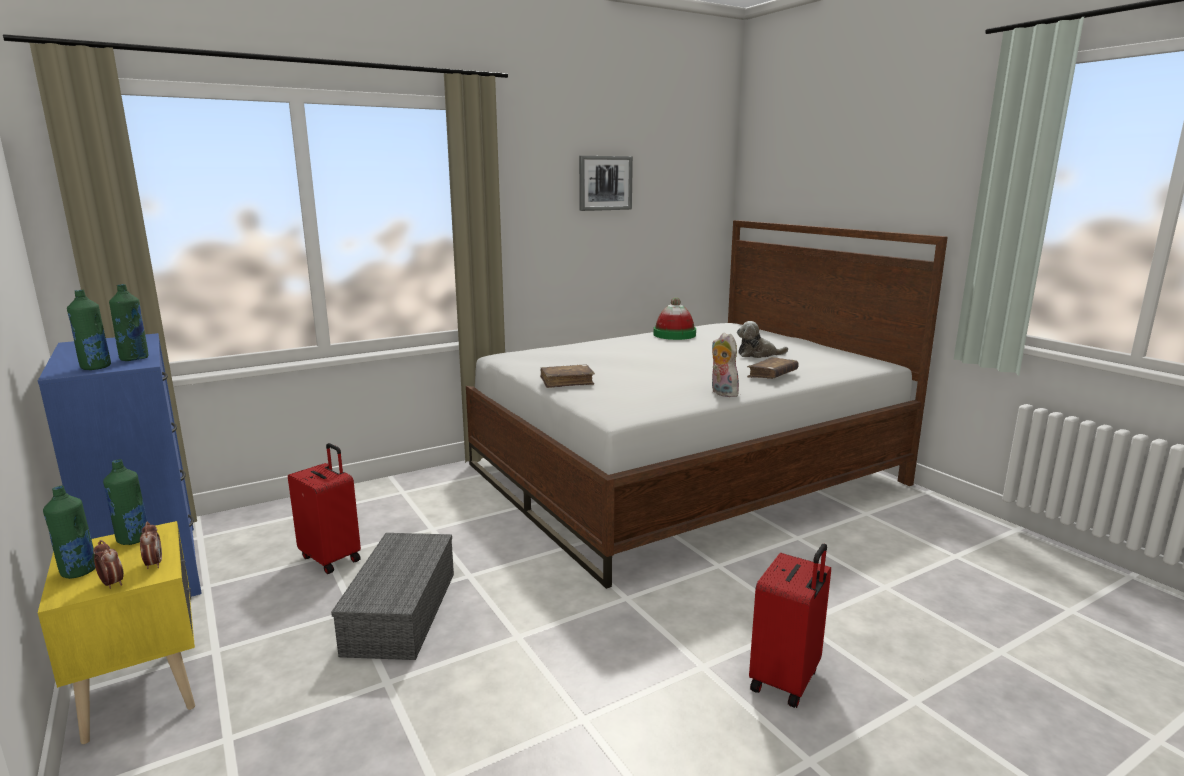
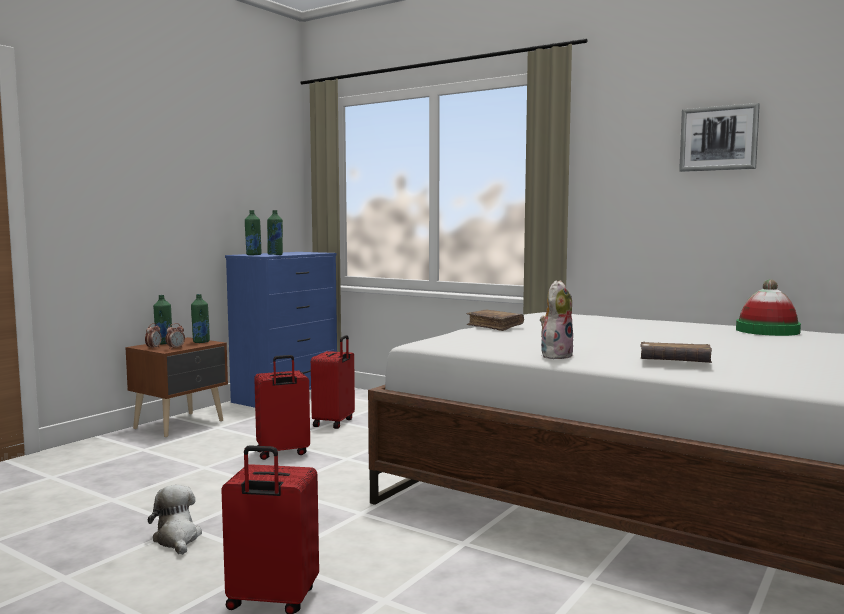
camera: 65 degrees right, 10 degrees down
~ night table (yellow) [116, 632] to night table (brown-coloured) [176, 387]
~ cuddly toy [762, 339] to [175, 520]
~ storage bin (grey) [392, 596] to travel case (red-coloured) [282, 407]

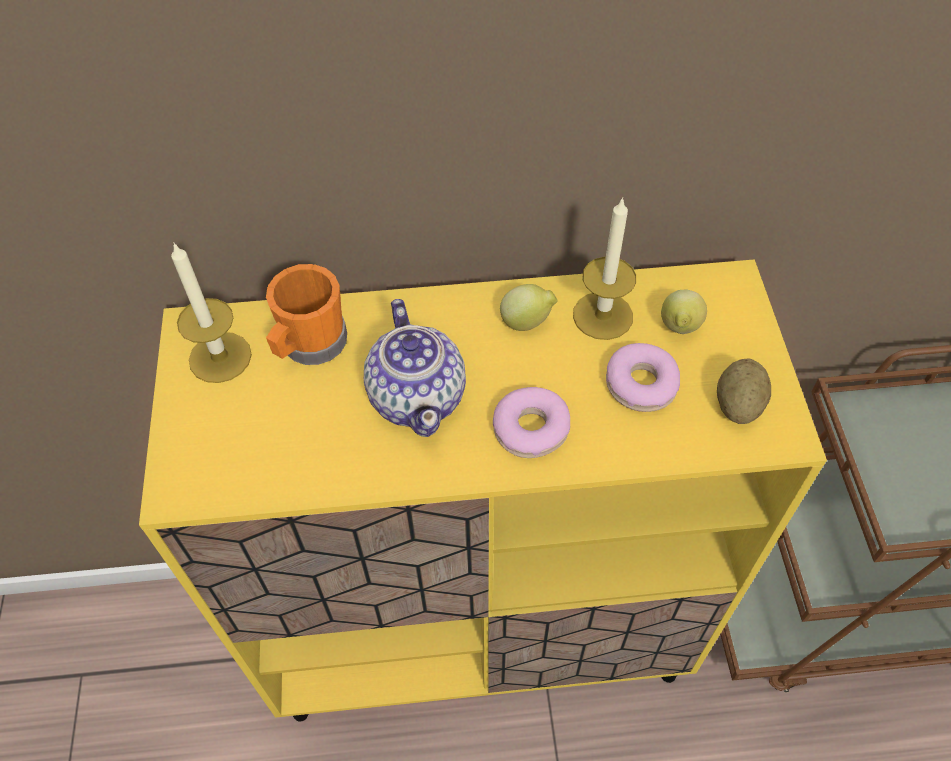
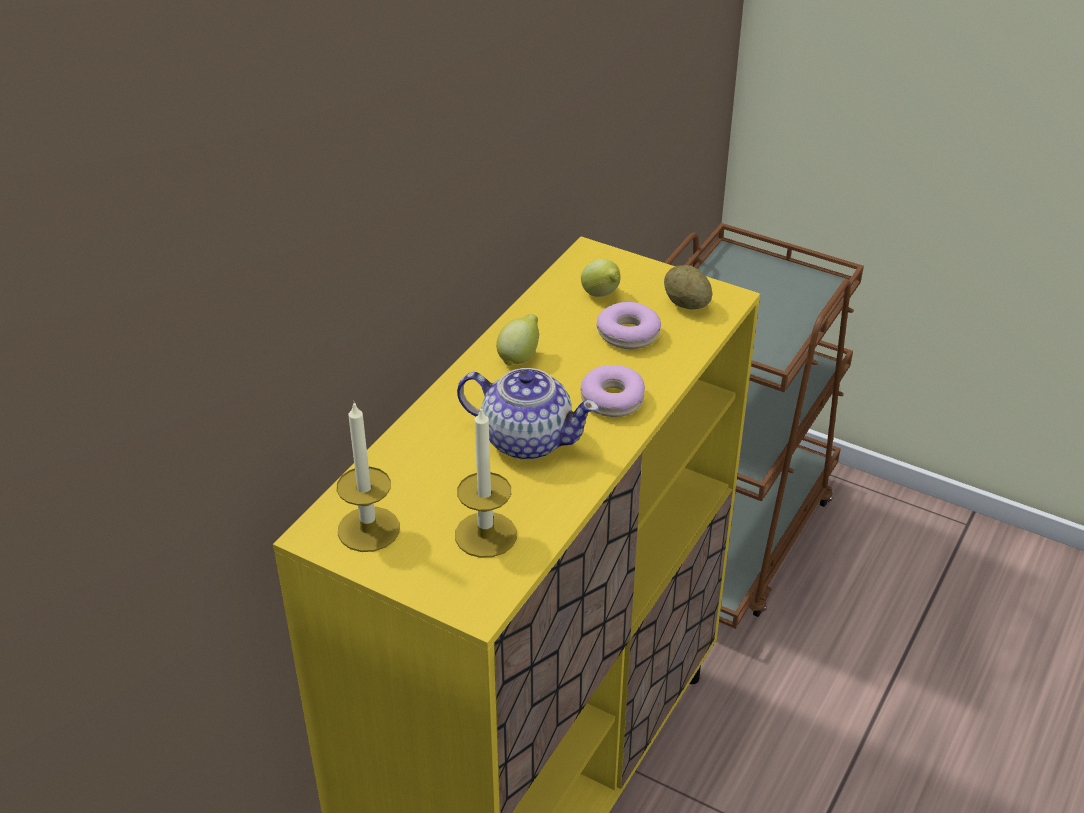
camera: 55 degrees left, 15 degrees down
~ candle [604, 268] to [486, 482]
- coffee mug (orange) [306, 314]

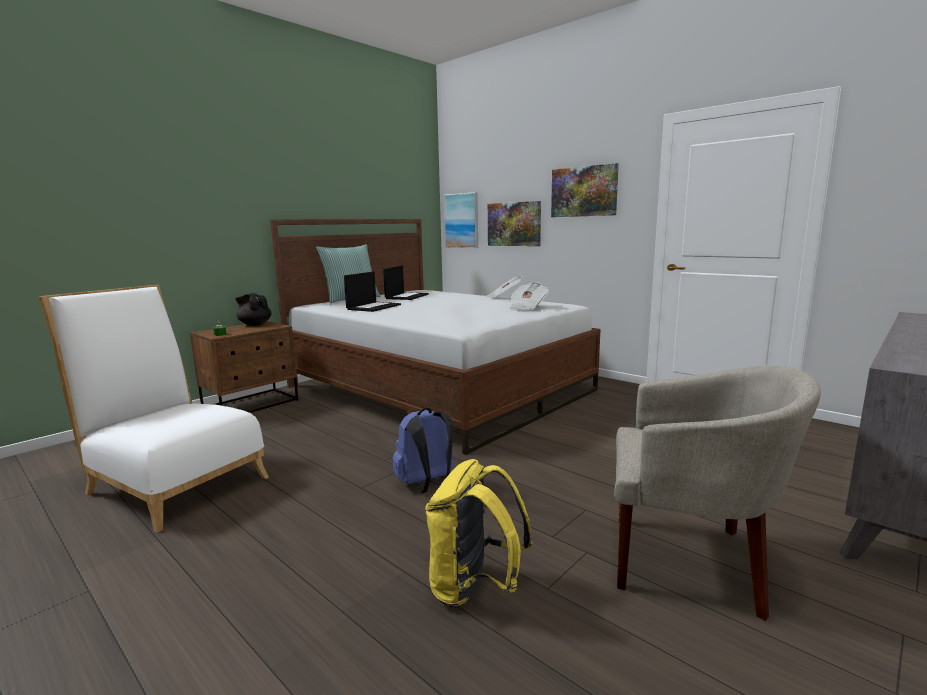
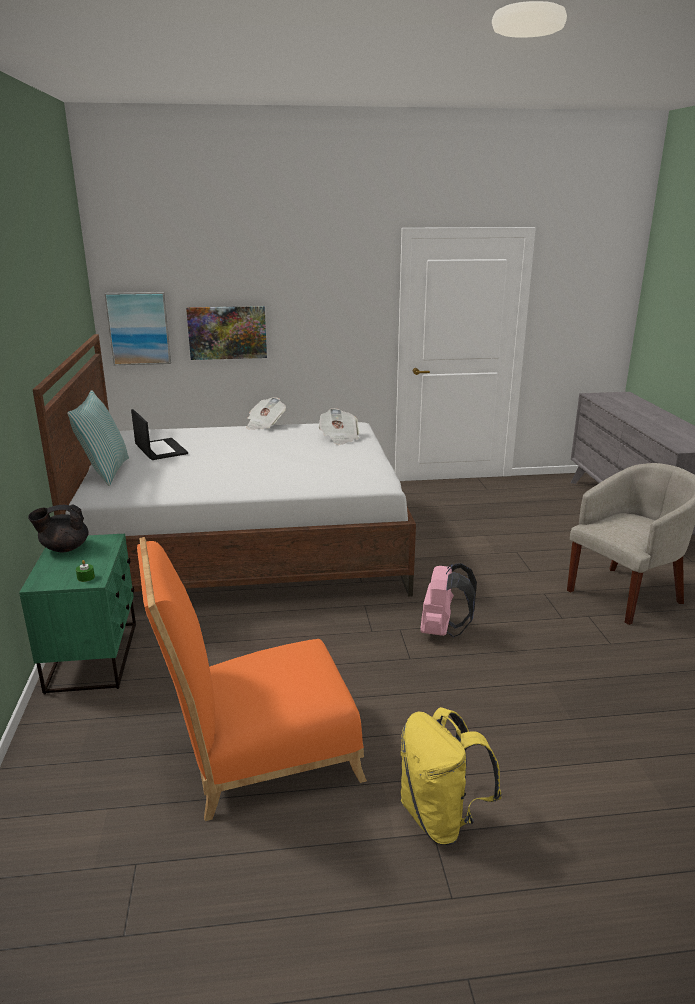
camera: 50 degrees left, 10 degrees up
~ night table (brown-coloured) [244, 367] to night table (green-coloured) [77, 614]
~ plain chair (white-coloured) [153, 409] to plain chair (orange) [252, 679]
~ backpack (yellow) [479, 533] to [451, 776]
~ backpack (blue-coloured) [423, 450] to backpack (pink-coloured) [448, 600]
- notebook computer [372, 291]
- wall picture [585, 190]

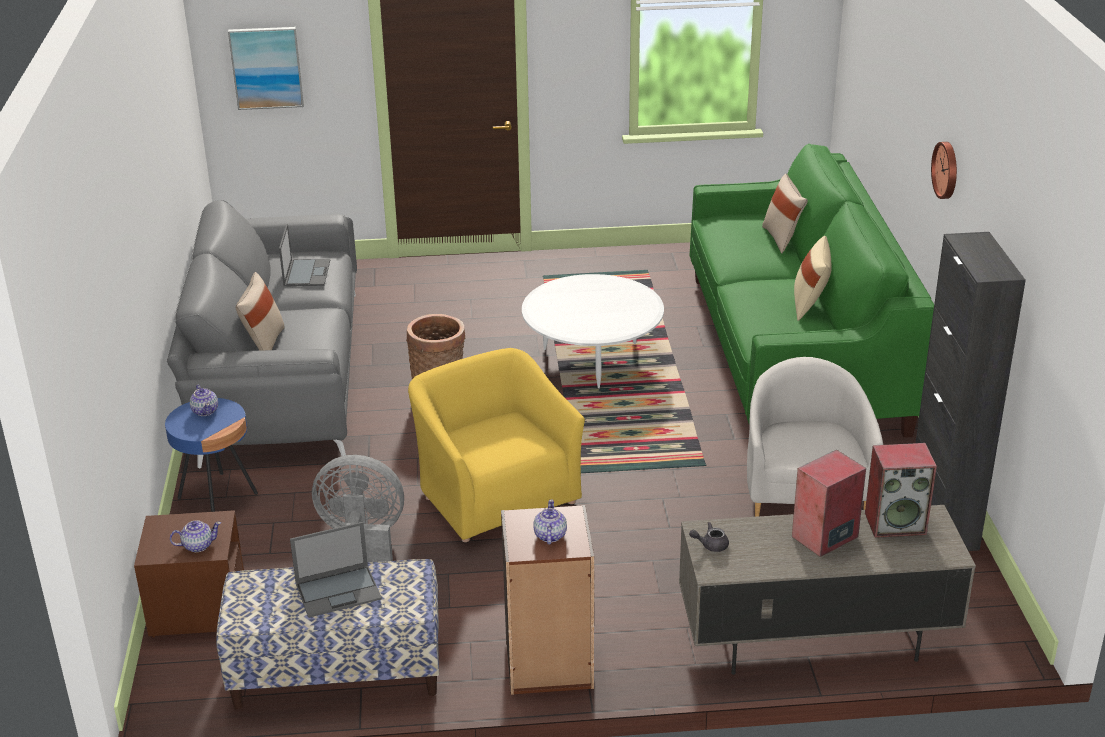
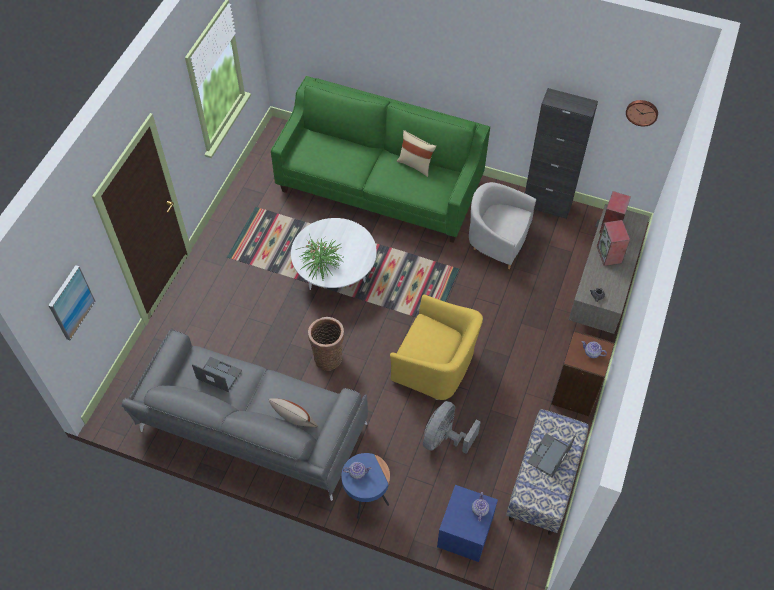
camera: 65 degrees left, 25 degrees up
+ plant in a pot [320, 257]
~ lounge chair (yellow) [496, 445] = [436, 347] 150 degrees counterclockwise
~ night table (brown-coloured) [189, 573] to night table (blue-coloured) [467, 523]
~ notebook computer [336, 570] = [551, 455] 150 degrees counterclockwise
~ clock on the wall [944, 170] to [642, 113]
- throw pillow (beige-coloured) [785, 214]

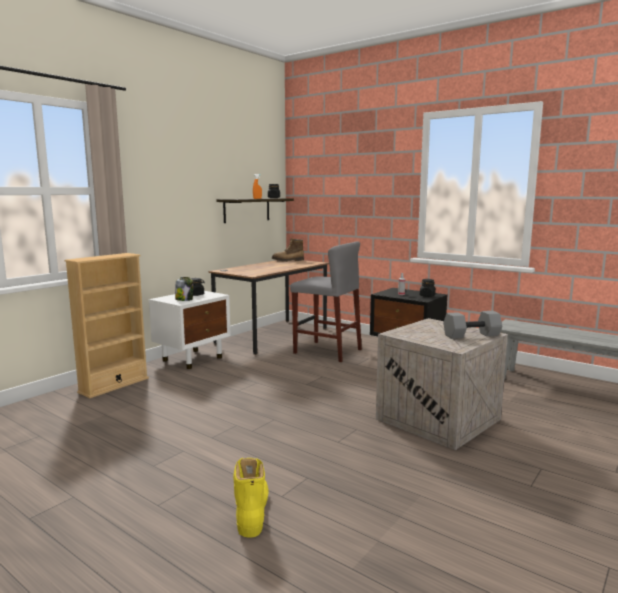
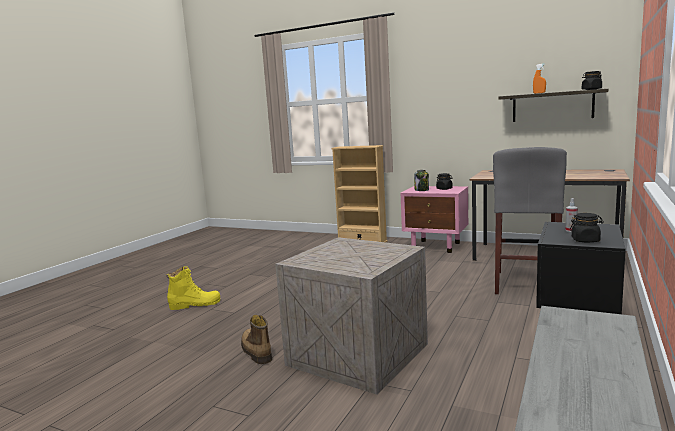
camera: 80 degrees right, 0 degrees up
~ high-top boot [288, 250] to [256, 339]
~ night table (white-coloured) [190, 330] to night table (pink-coloured) [434, 219]
- dumbbell (grey) [472, 325]

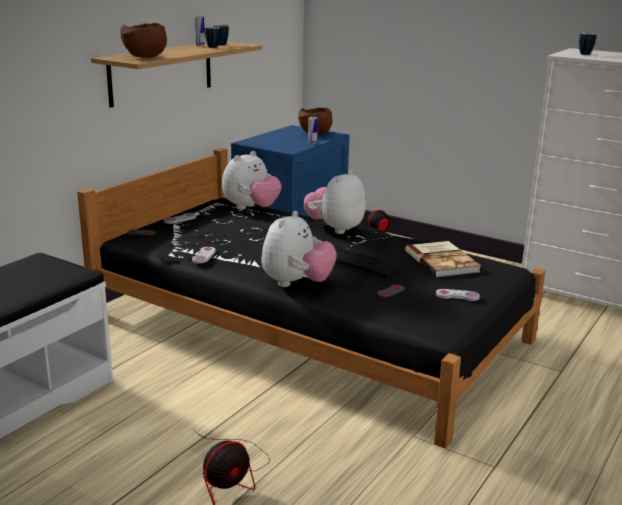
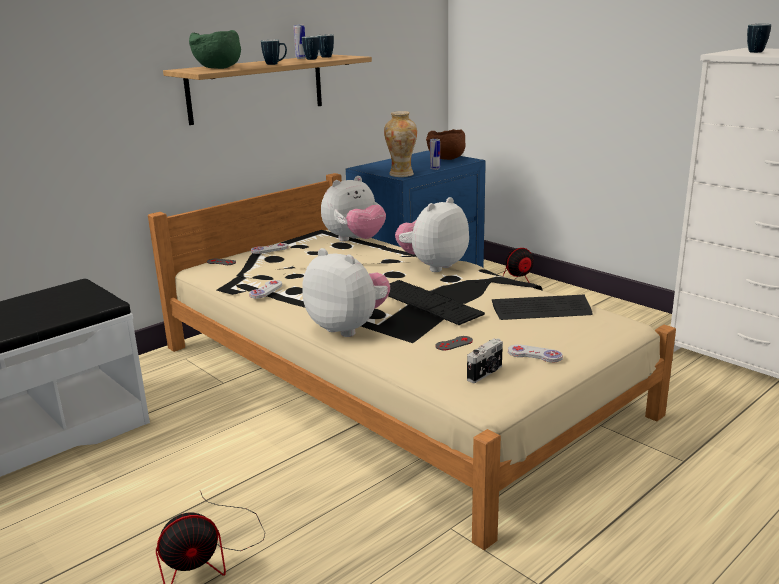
camera: 15 degrees right, 0 degrees up
~ sleeping bed (black) [311, 298] to sleeping bed (beige-coloured) [412, 361]
~ deep dish (brown-coloured) [143, 40] to deep dish (green-coloured) [215, 49]
+ coffee mug [274, 52]
~ cuddly toy [299, 249] = [346, 292] 90 degrees counterclockwise
+ vase [400, 144]
+ still camera [485, 361]
~ volume [443, 259] to PC keyboard [542, 307]

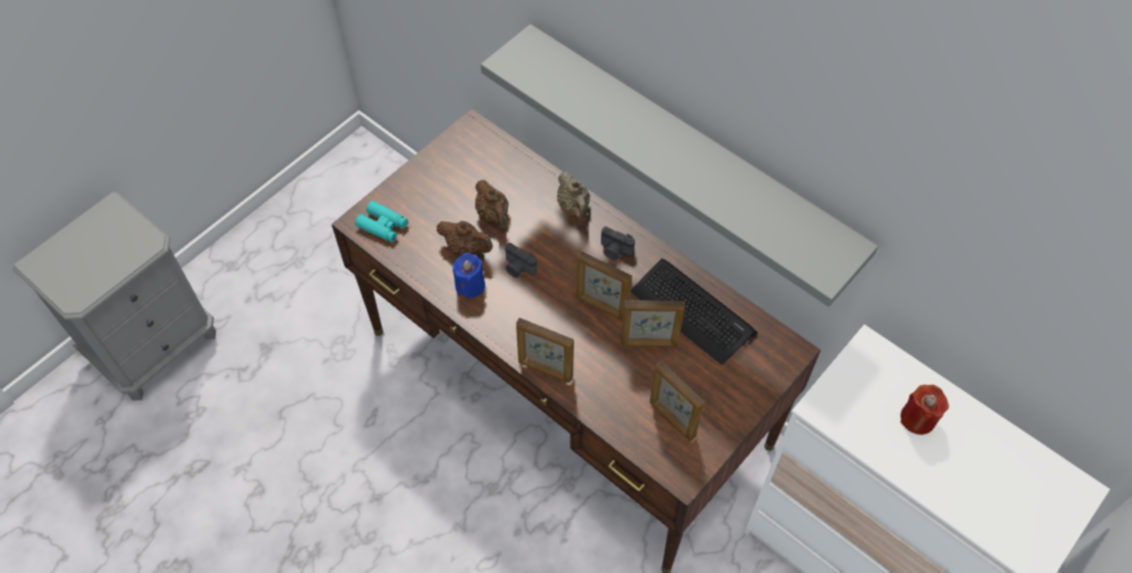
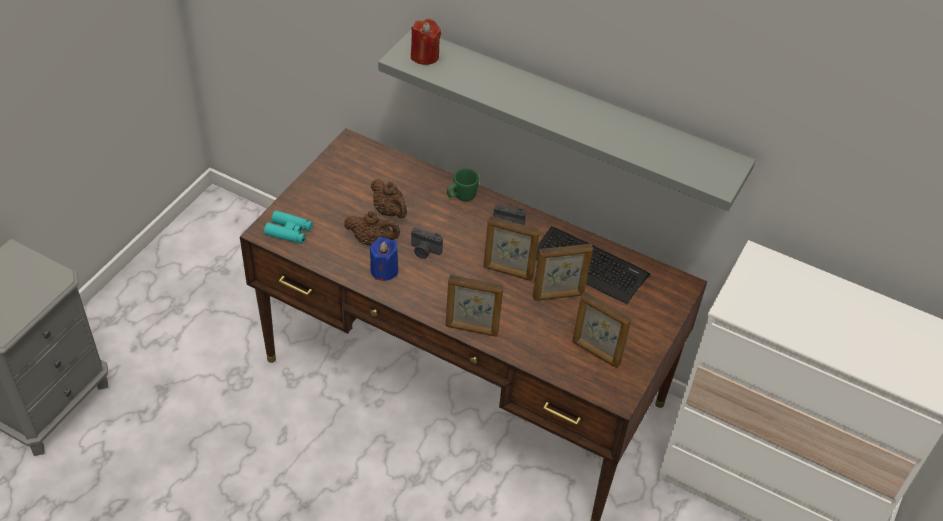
camera: 15 degrees left, 10 degrees down
~ candle (red-coloured) [924, 410] to [426, 42]
~ pot for tea (beige-coloured) [573, 196] to coffee mug (green-coloured) [463, 184]

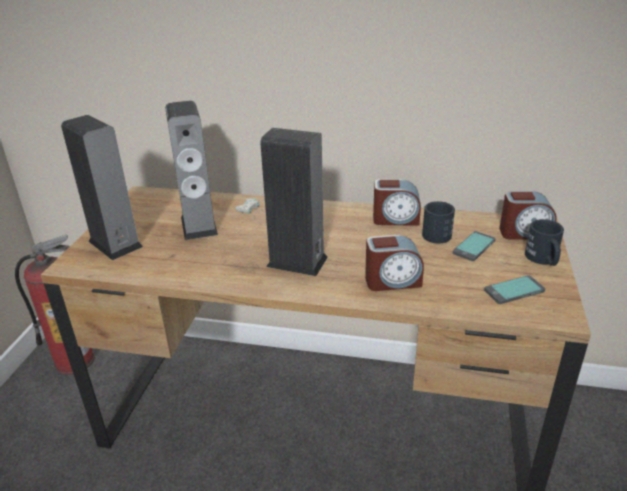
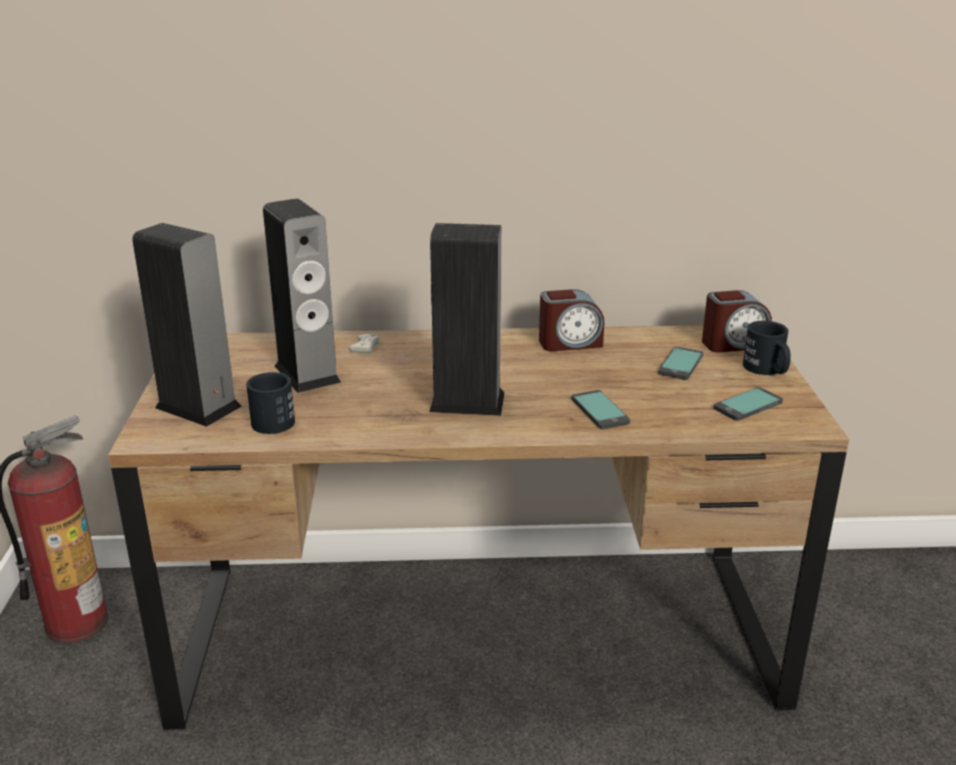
camera: 15 degrees left, 5 degrees down
~ coffee mug (black) [438, 222] to [270, 403]
~ alarm clock [394, 263] to phone [600, 409]

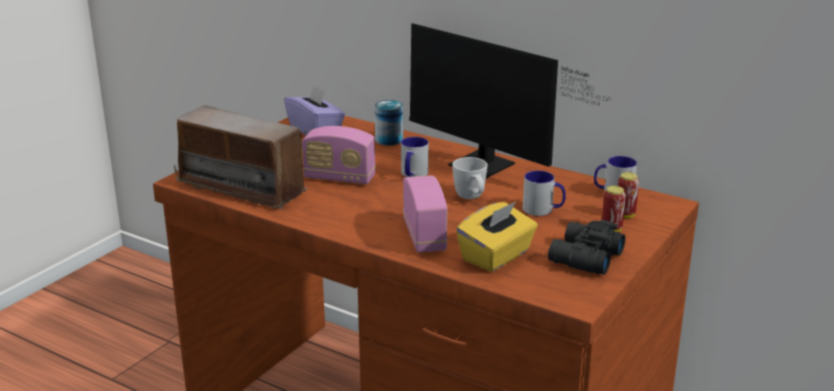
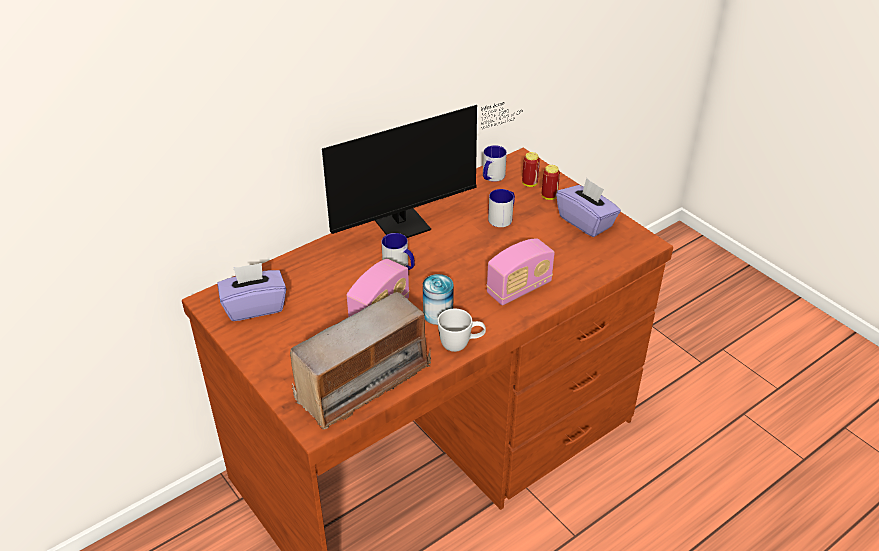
camera: 70 degrees left, 15 degrees up
~ metal can [388, 123] to [438, 299]
~ coffee mug (white-coloured) [470, 178] to [461, 330]
~ radio set [425, 213] = [520, 271] 135 degrees clockwise
~ binoculars (black) [586, 247] to box of tissues (purple) [588, 207]
- box of tissues (yellow) [497, 237]

